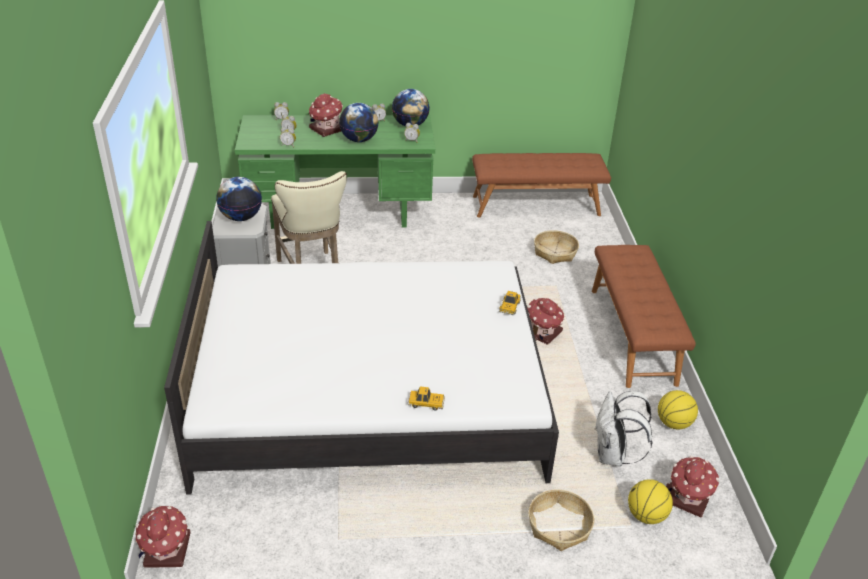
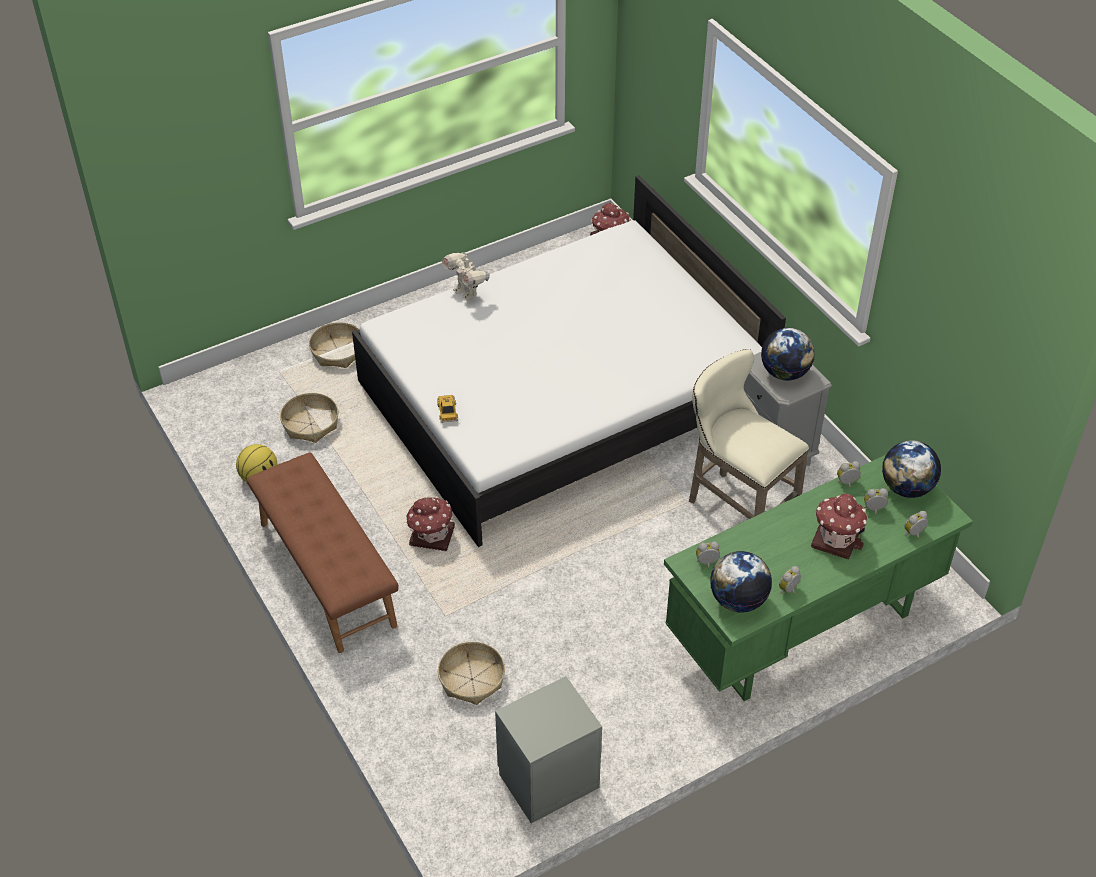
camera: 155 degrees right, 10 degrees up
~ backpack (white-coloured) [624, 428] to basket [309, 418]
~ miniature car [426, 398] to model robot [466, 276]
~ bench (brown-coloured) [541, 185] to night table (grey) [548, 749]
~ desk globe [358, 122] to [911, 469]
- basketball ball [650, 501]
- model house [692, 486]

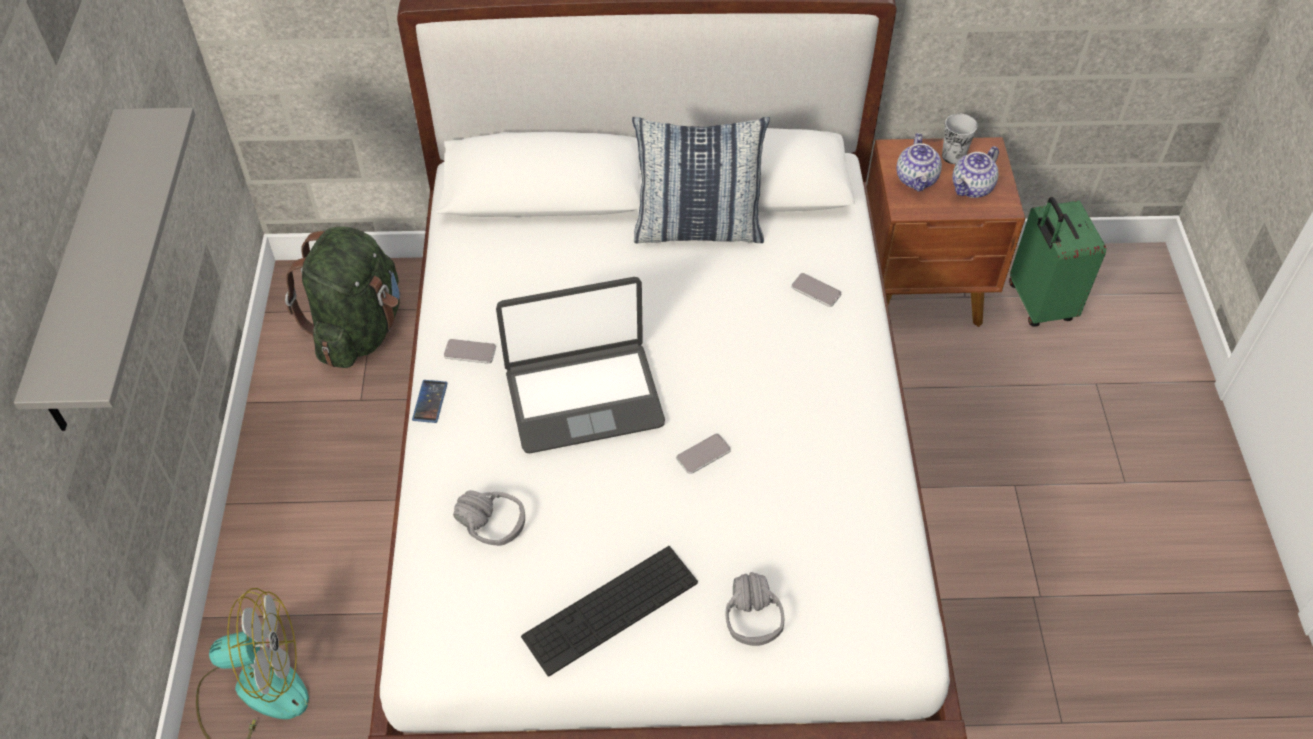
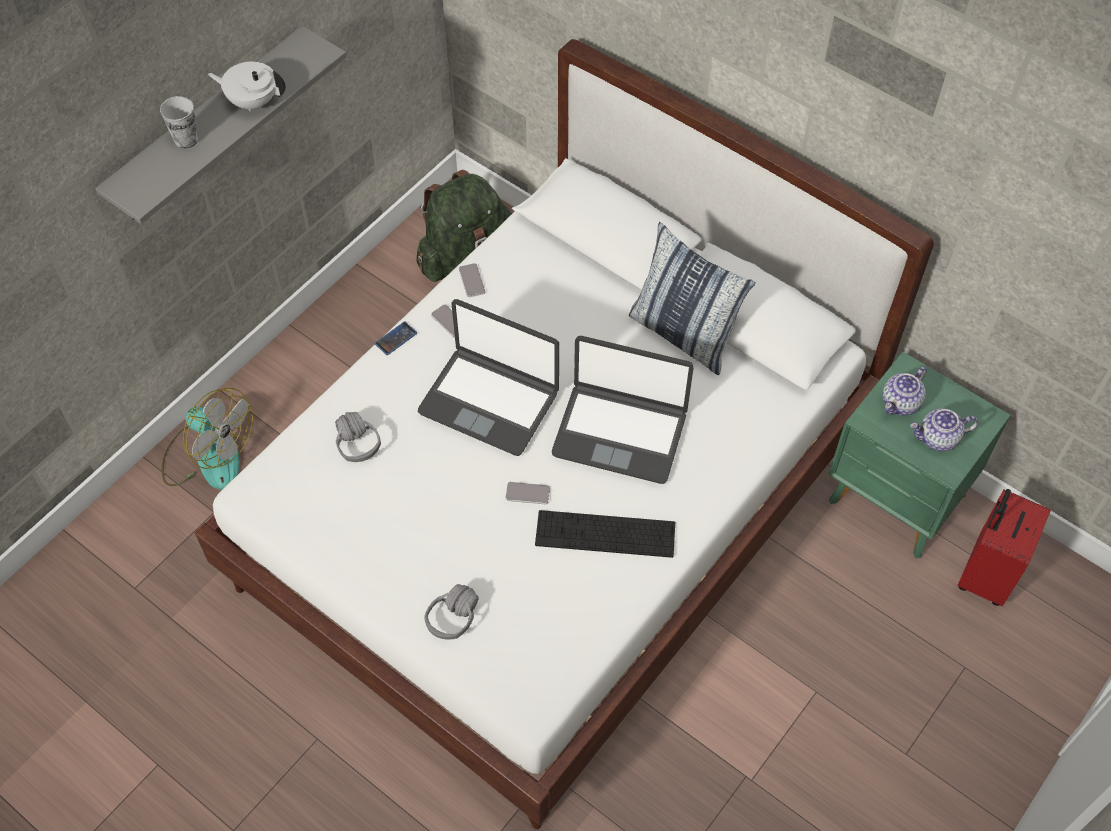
camera: 40 degrees right, 5 degrees up
~ drinking cup [959, 138] to [179, 122]
+ pot for tea (white-coloured) [247, 86]
~ phone [816, 290] to [472, 280]
~ PC keyboard [609, 611] to [605, 534]
+ notebook computer [622, 410]
~ night table (brown-coloured) [946, 232] to night table (green-coloured) [920, 455]
~ travel case (green-coloured) [1057, 262] to travel case (red-coloured) [1004, 547]

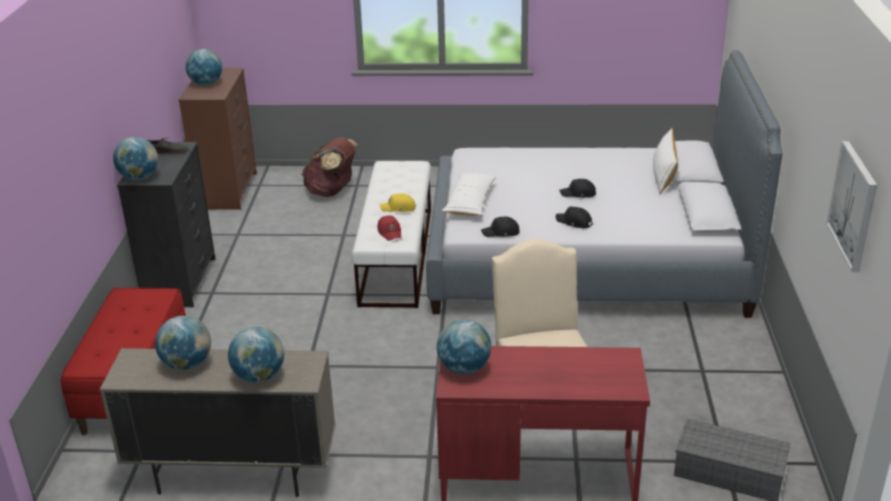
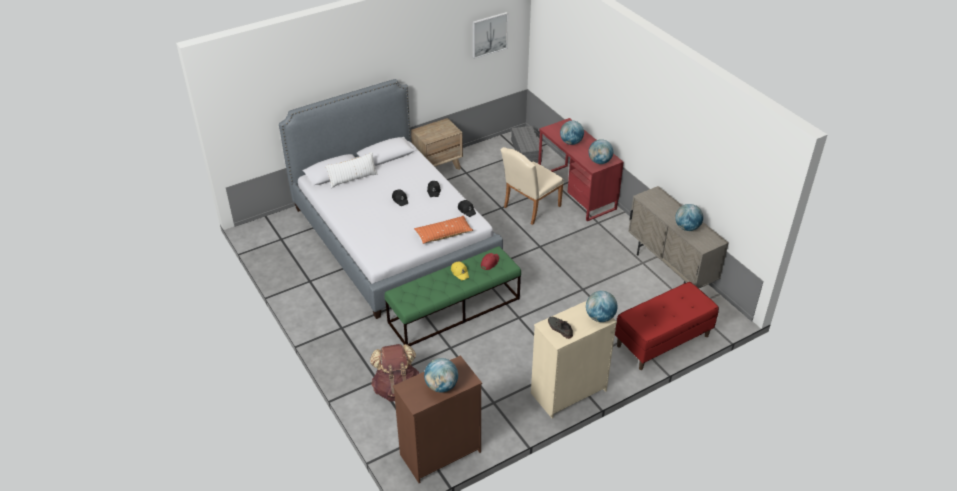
camera: 125 degrees left, 10 degrees up
~ bench (white-coloured) [391, 234] to bench (green-coloured) [452, 296]
+ night table (brown-coloured) [437, 144]
~ throw pillow (white-coloured) [469, 194] to throw pillow (orange) [443, 230]
~ dresser (black) [166, 224] to dresser (beige-coloured) [574, 359]
~ desk globe [256, 355] to [572, 133]

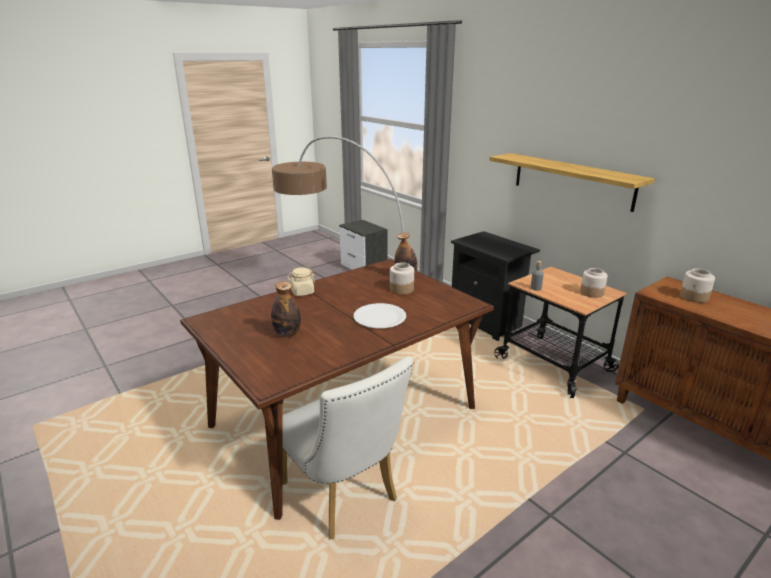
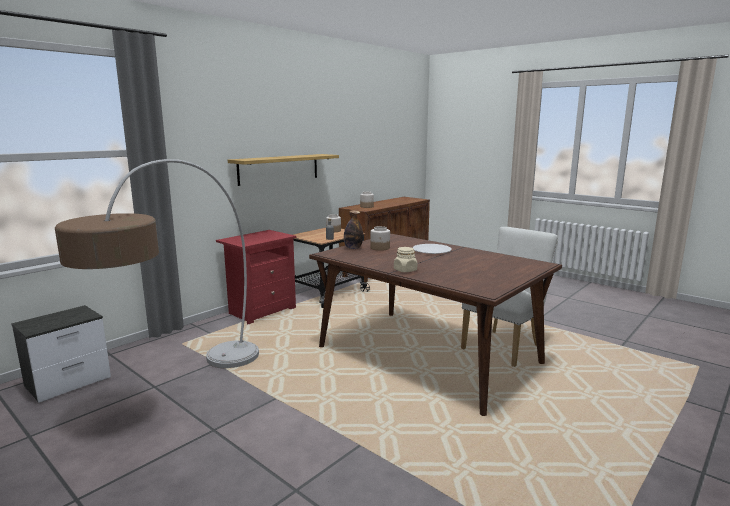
camera: 100 degrees left, 10 degrees down
~ night table (black) [495, 286] to night table (red-coloured) [256, 277]
- beverage bottle [286, 309]

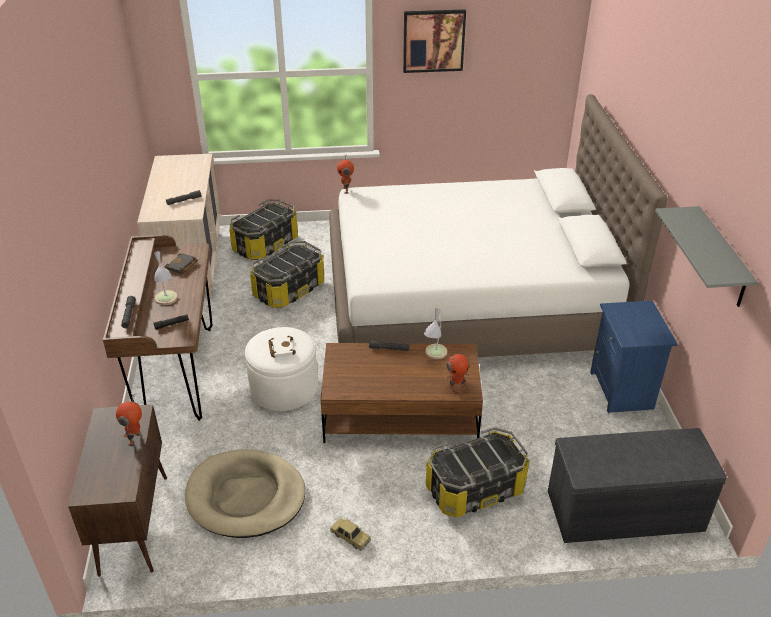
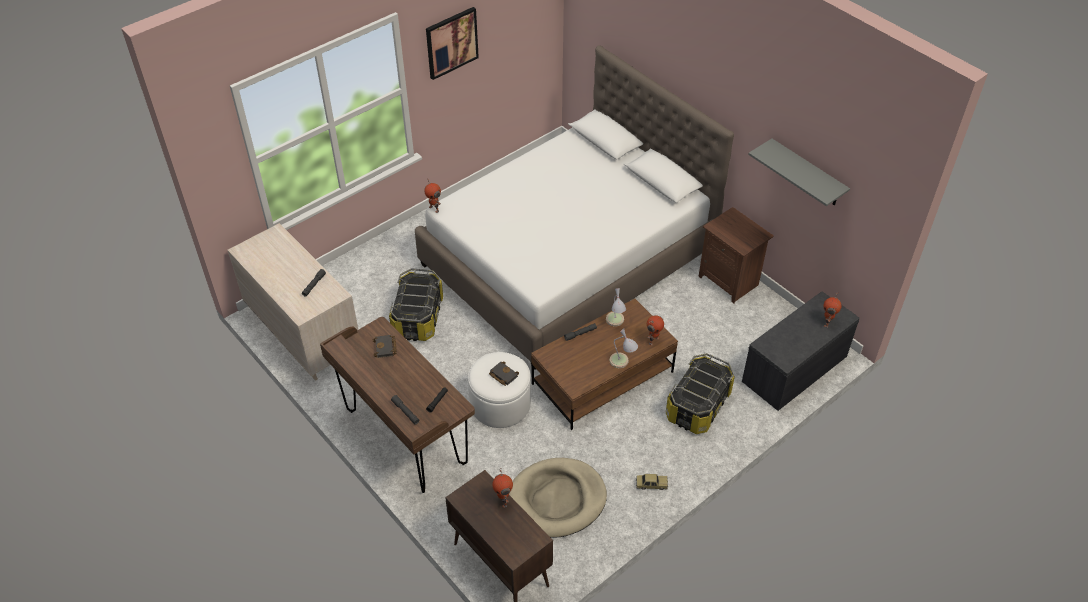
camera: 35 degrees left, 10 degrees up
~ volume (white-coloured) [282, 346] to volume (black) [504, 373]
~ tabletop lamp [166, 278] to [624, 348]
~ night table (blue-coloured) [634, 357] to night table (brown-coloured) [736, 255]
+ model robot [832, 310]
- storage bin [263, 229]

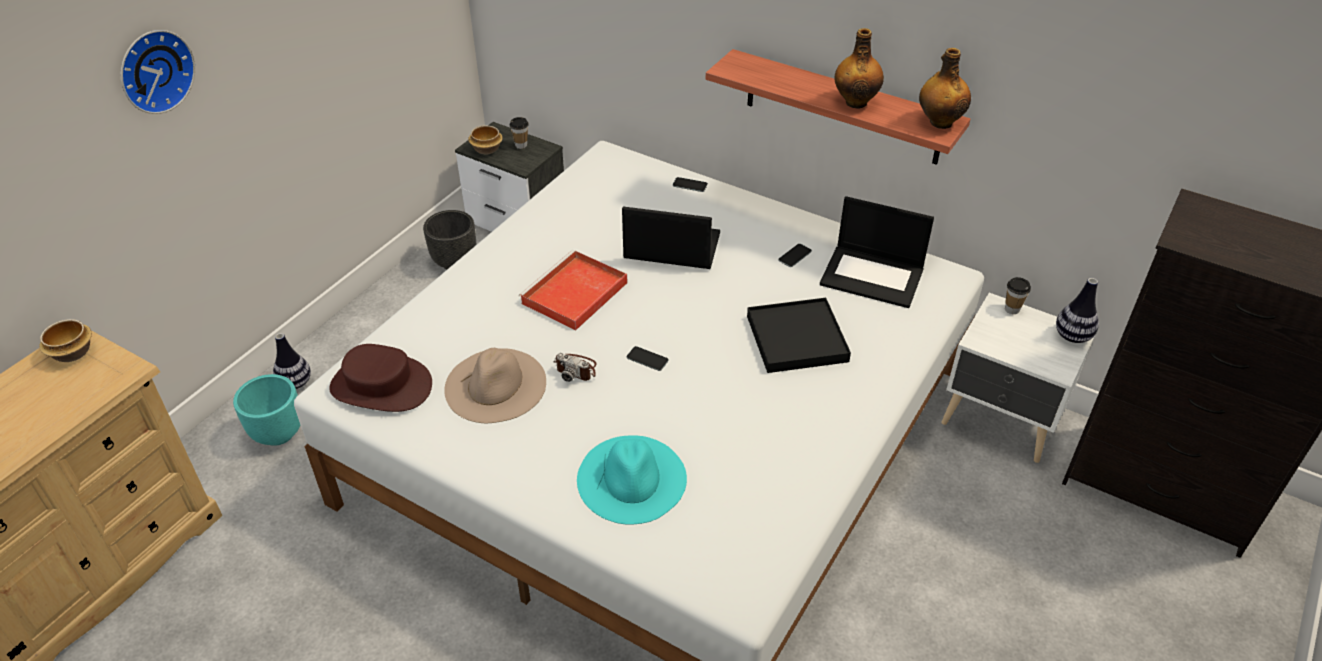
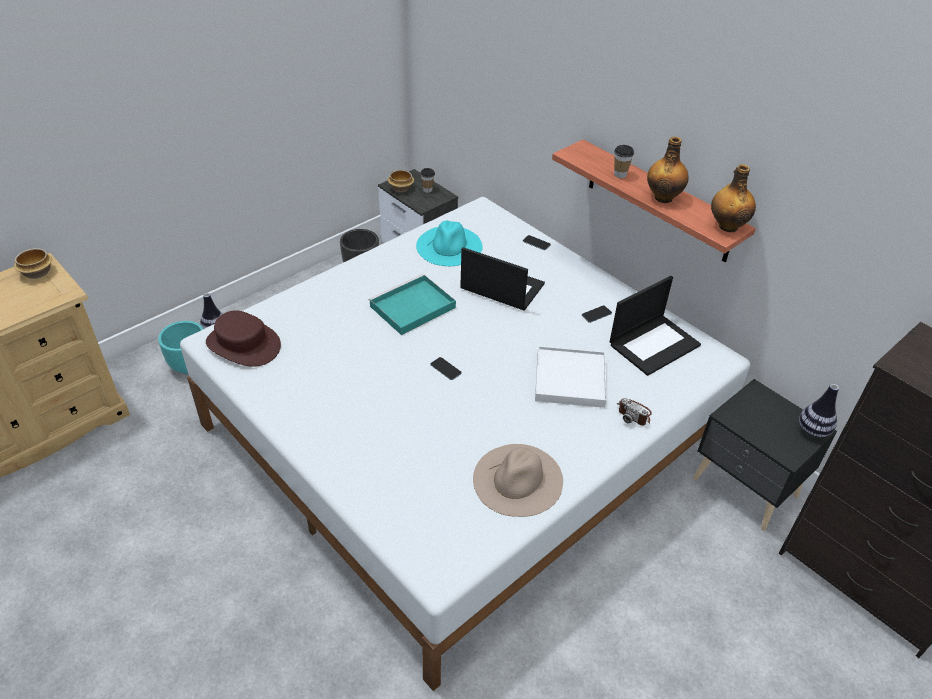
camera: 15 degrees right, 0 degrees up
~ carrying tray (red-coloured) [573, 290] to carrying tray (turquoise-coloured) [412, 304]
~ hat (turquoise-coloured) [632, 480] to [449, 243]
~ hat (beige-coloured) [495, 385] to [518, 480]
~ carrying tray (black) [799, 335] to carrying tray (white-coloured) [571, 377]
~ notebook computer [877, 252] = [655, 326] 75 degrees counterclockwise
~ drinking cup [1018, 295] to [624, 161]
~ still camera [574, 367] to [634, 412]
~ night table (white-coloured) [1018, 378] to night table (black) [765, 455]
- clock on the wall [158, 72]

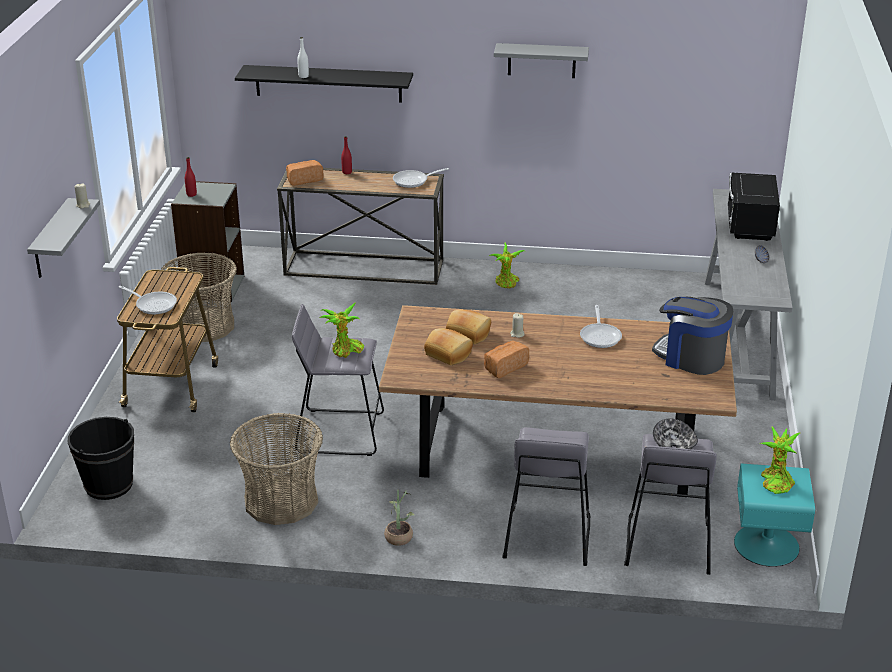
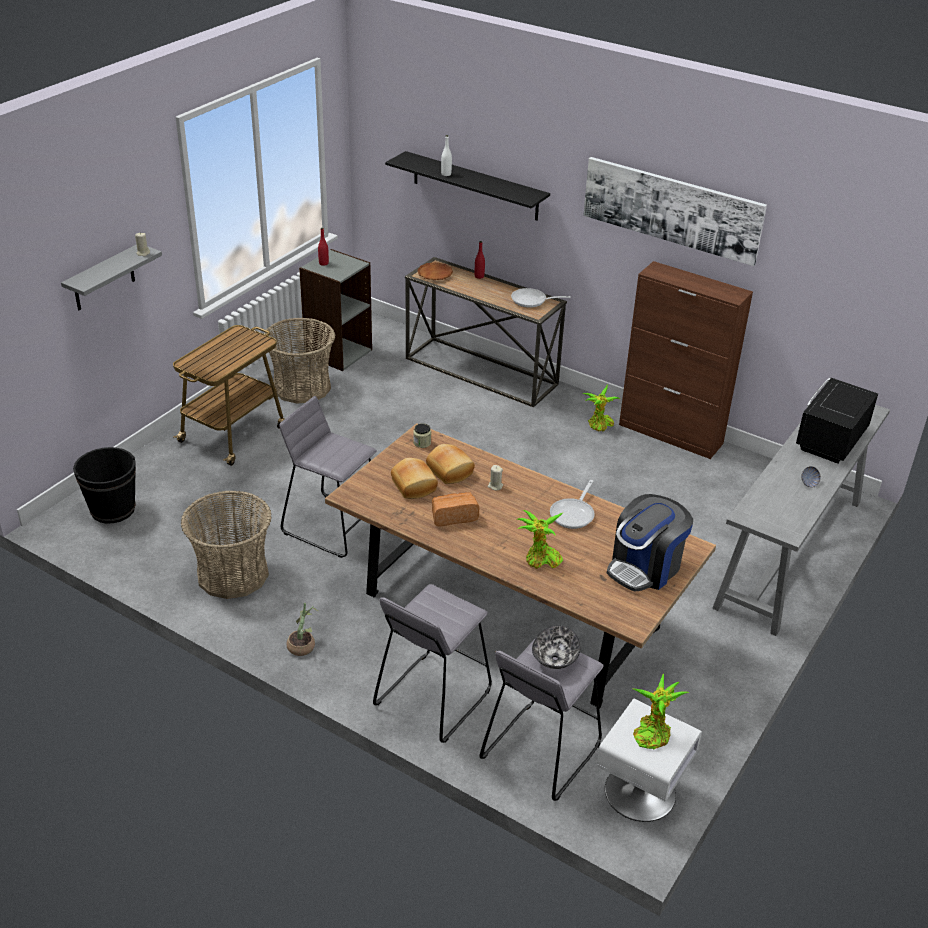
camera: 25 degrees right, 5 degrees up
+ jar [422, 435]
~ bakery bread [305, 173] to dinner plate (brown-coloured) [435, 271]
~ plant in a pot [341, 330] to [540, 539]
~ wall shelf (grey) [541, 60] to wall picture [675, 211]
~ night table (turquoise-coloured) [774, 515] to night table (white-coloured) [649, 760]
~ coffee brewer [692, 336] = [650, 543] 105 degrees counterclockwise
+ storage cabinet (brown-coloured) [686, 360]
- skillet [148, 300]

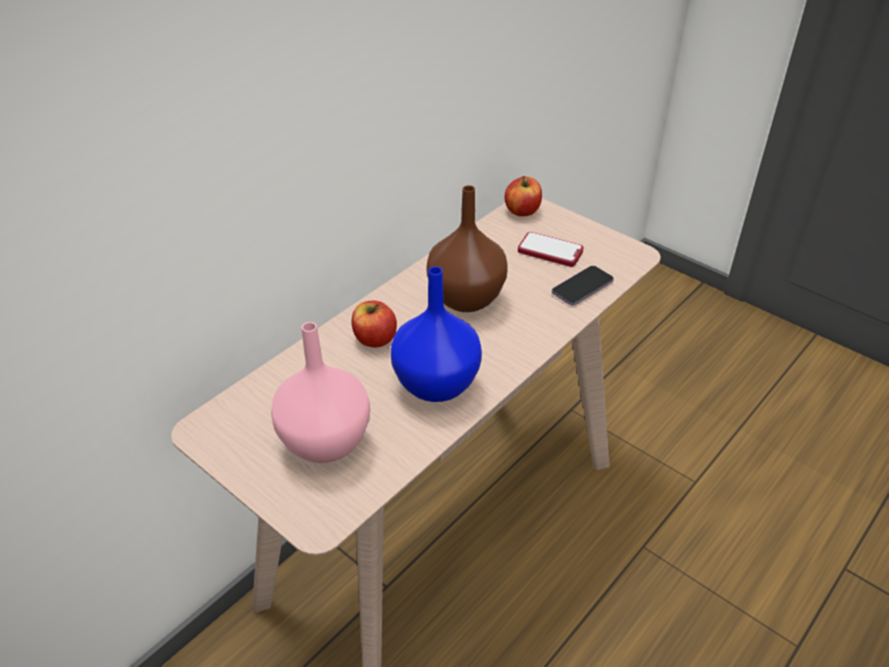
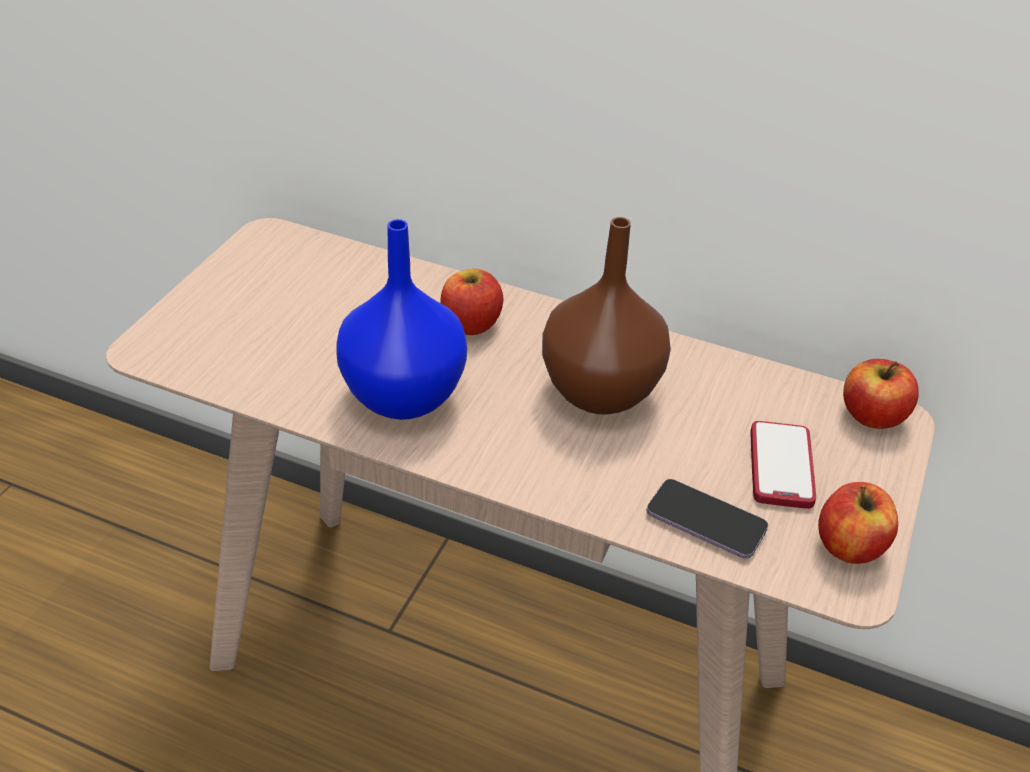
camera: 70 degrees right, 0 degrees up
+ apple [858, 523]
- vase (pink-coloured) [320, 392]

